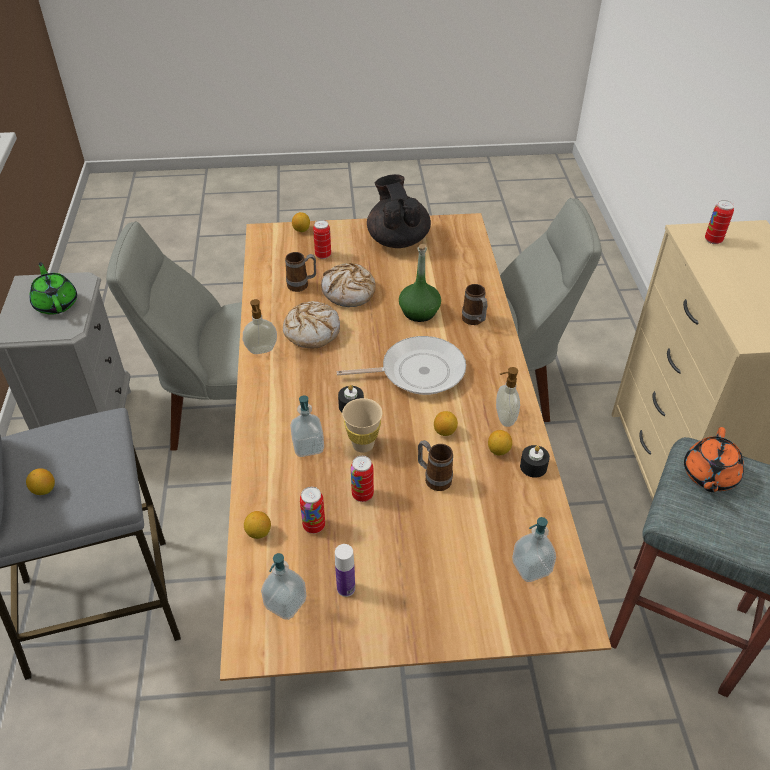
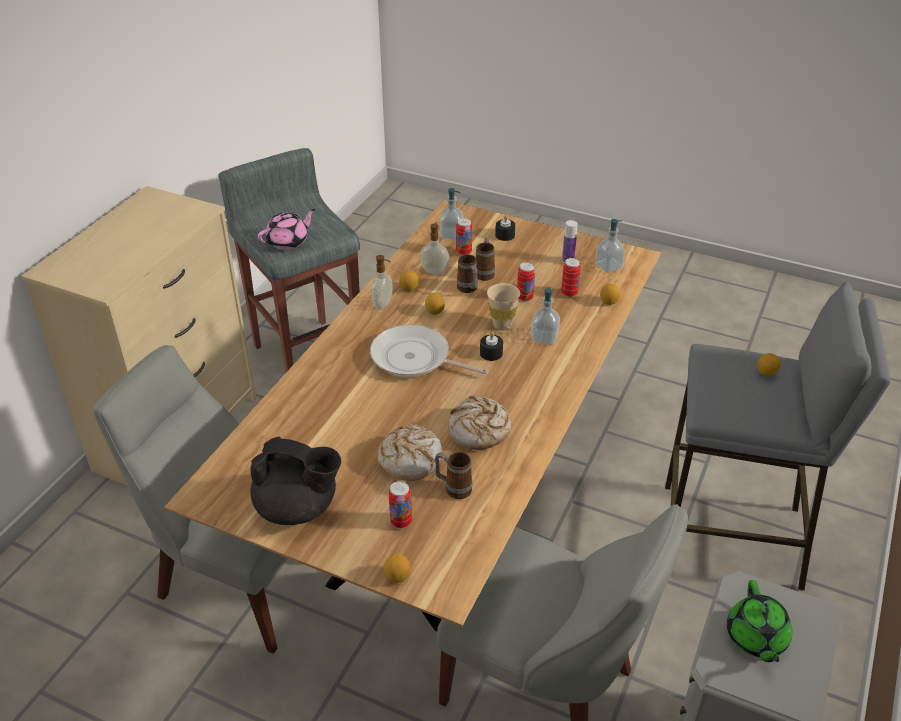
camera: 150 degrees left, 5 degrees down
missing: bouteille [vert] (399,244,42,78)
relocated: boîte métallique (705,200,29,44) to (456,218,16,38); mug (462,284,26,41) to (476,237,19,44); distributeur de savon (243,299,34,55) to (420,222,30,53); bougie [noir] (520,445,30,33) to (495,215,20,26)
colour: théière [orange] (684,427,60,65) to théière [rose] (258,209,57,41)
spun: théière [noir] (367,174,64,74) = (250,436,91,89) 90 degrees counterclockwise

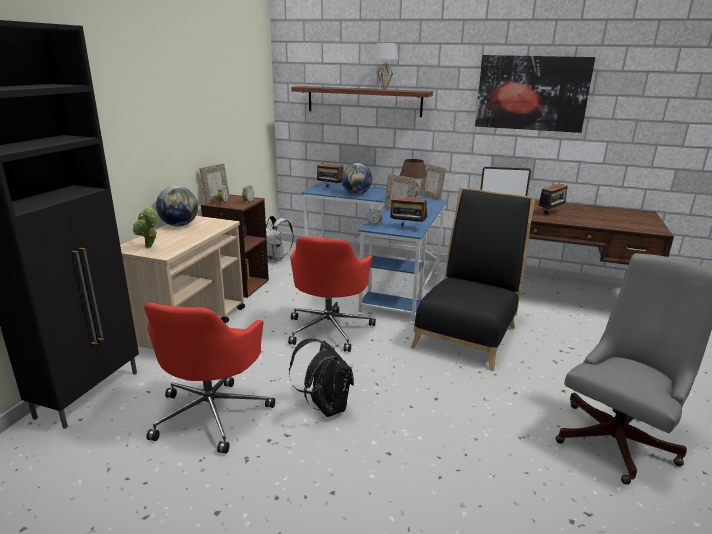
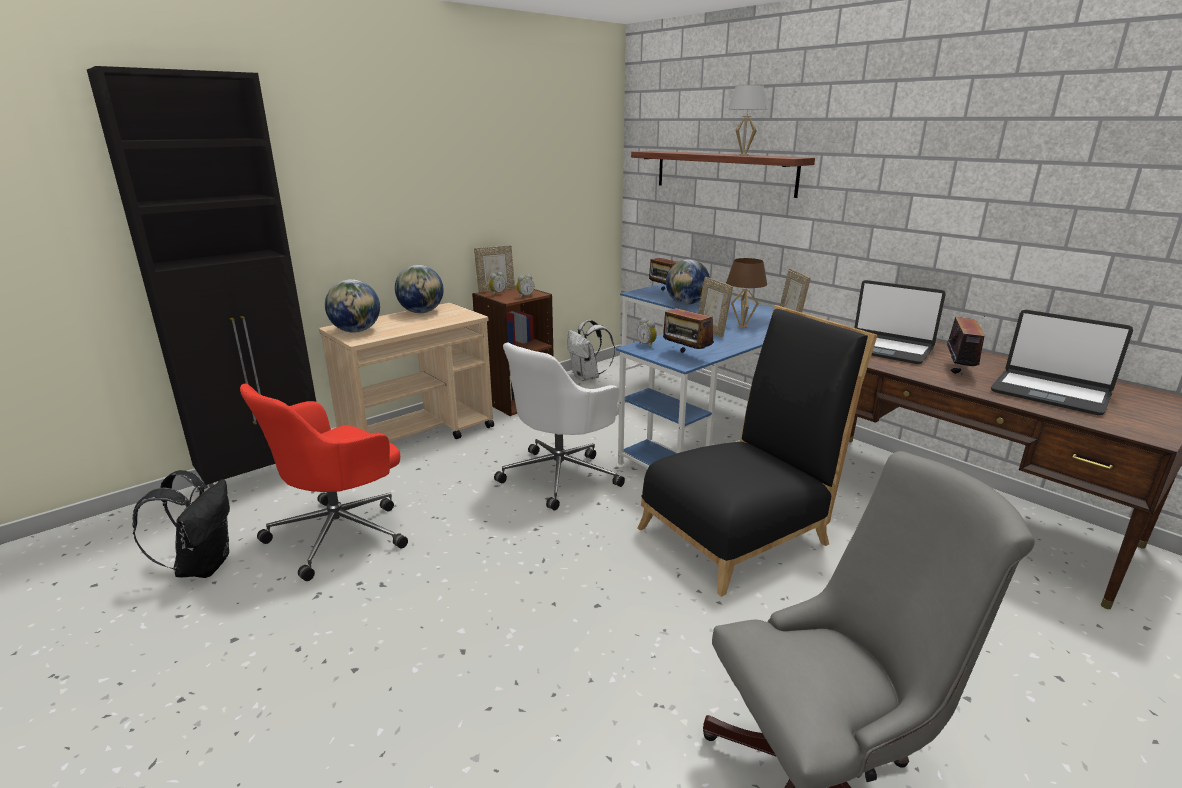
camera: 30 degrees right, 0 degrees up
missing: tableau (475,55,120,78)
appeared: ordinateur portable (991,310,142,105)
relocated: sac à dos [noir] (289,339,65,78) to (132,470,98,108)
exchanged: plante en pot (133,206,24,42) to globe (325,279,55,54)
colour: chaise de bureau [rouge] (288,236,88,116) to chaise de bureau [blanc] (494,342,131,168)
spun: radio (539,183,28,31) = (947,316,44,58) 60 degrees counterclockwise

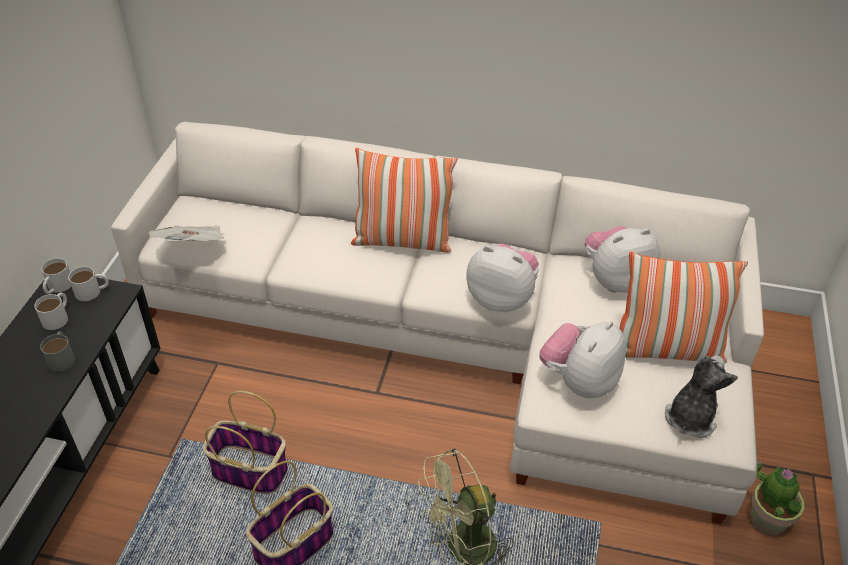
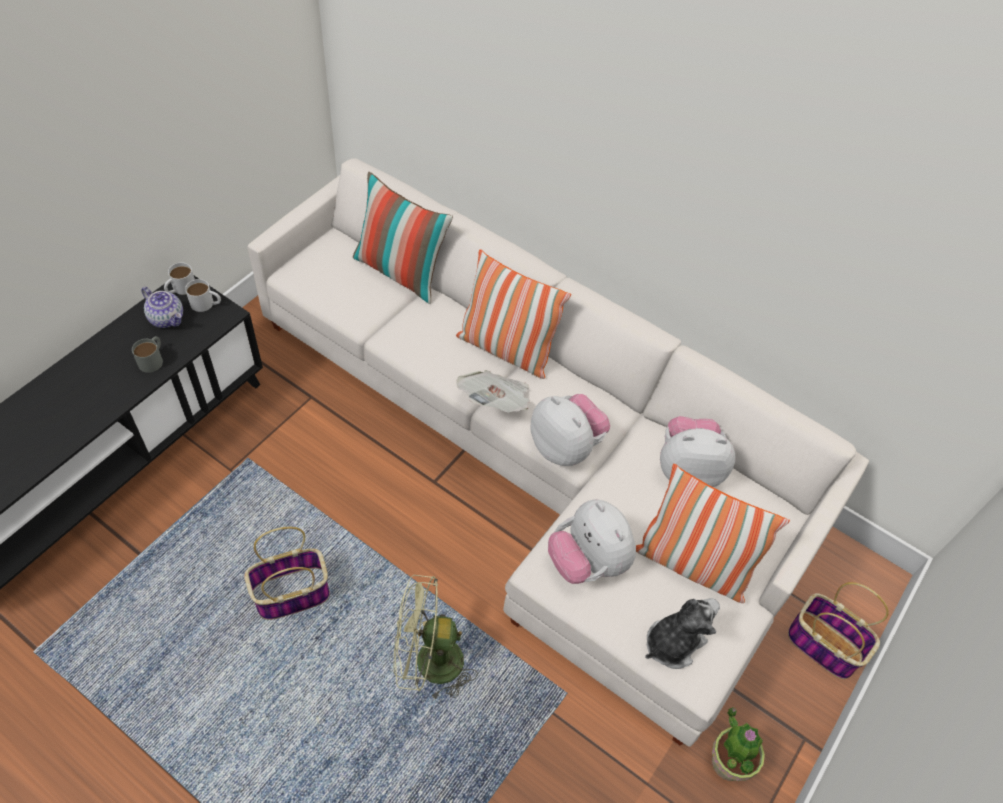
camera: 20 degrees right, 10 degrees up
appeared: coussin (353,172,100,132)
relocated: journal (149,225,76,16) to (456,370,74,43); panier (203,391,85,103) to (788,582,101,97)
exchanged: mug [blanc] (34,293,34,37) to théière (141,287,42,41)
spun: peluche (539,321,88,77) = (548,499,88,85) 90 degrees counterclockwise

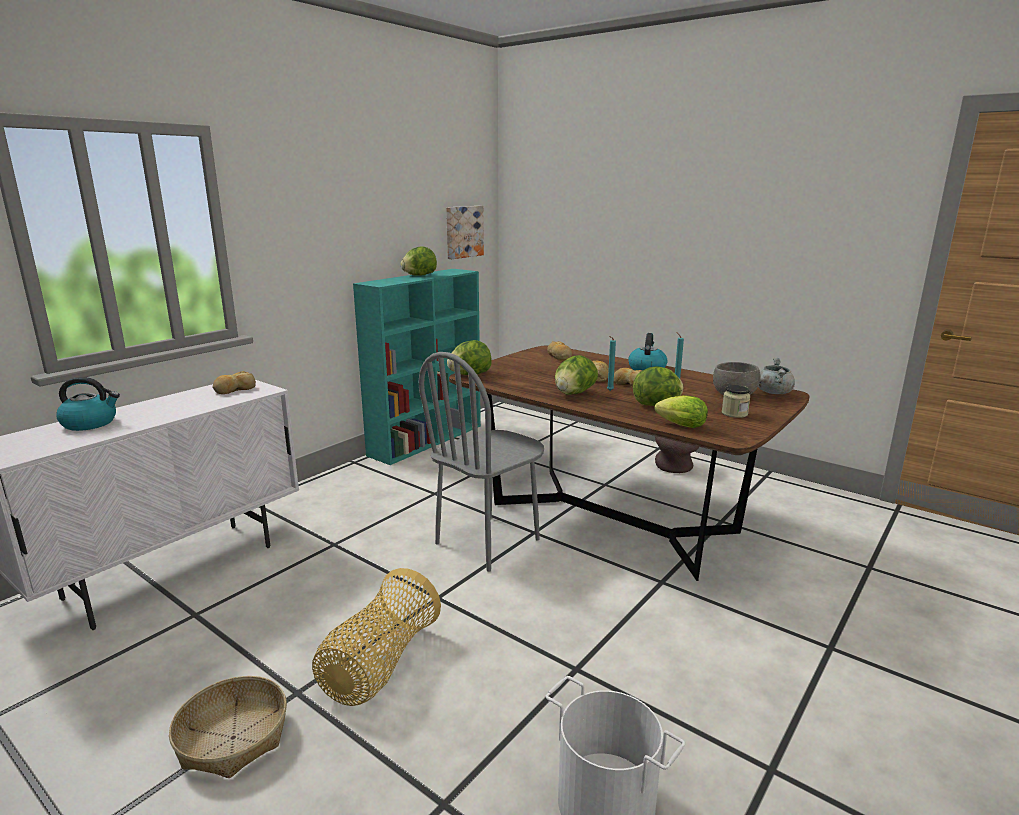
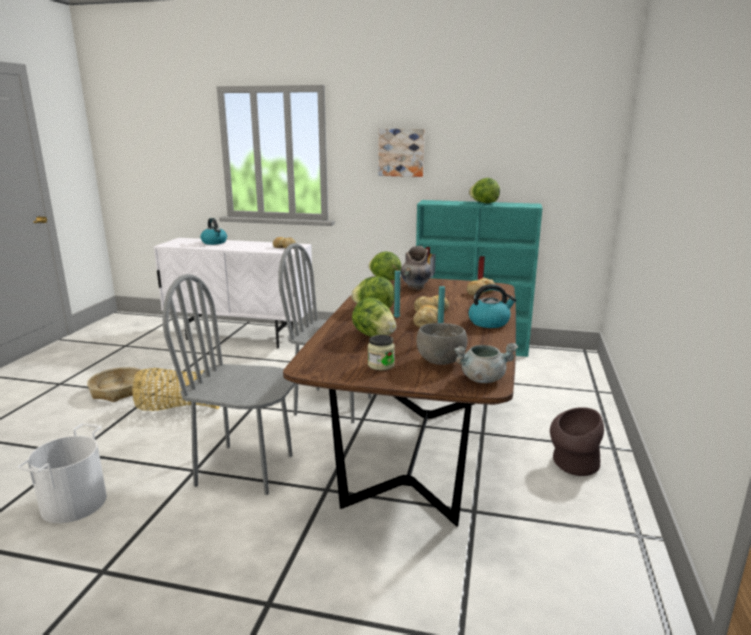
camera: 65 degrees right, 0 degrees up
missing: laitue (654,395,54,33)
appeared: vase [gris] (401,246,31,44); chaise [gris] (162,274,133,221)
relocated: tableau (446,206,38,53) to (378,129,47,48)

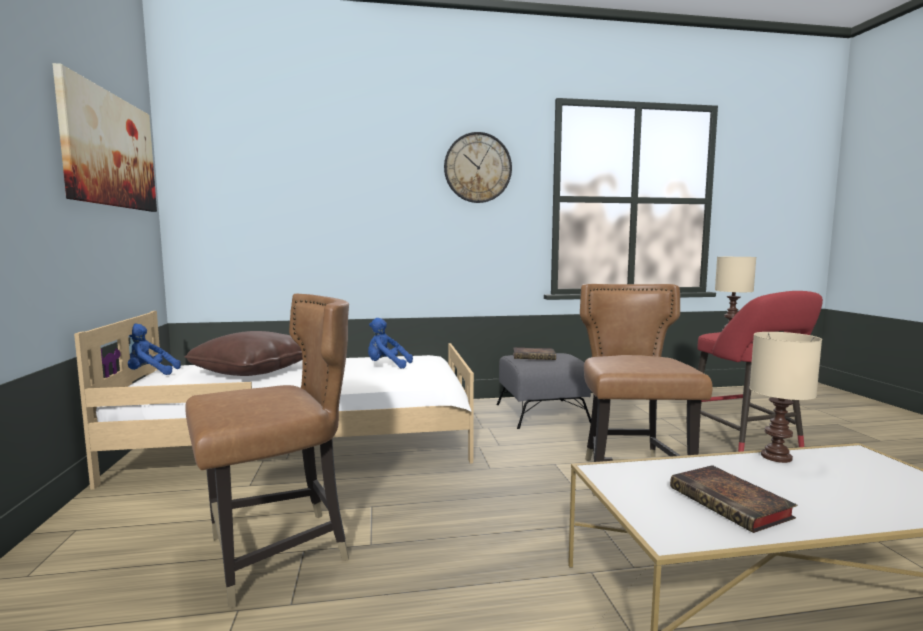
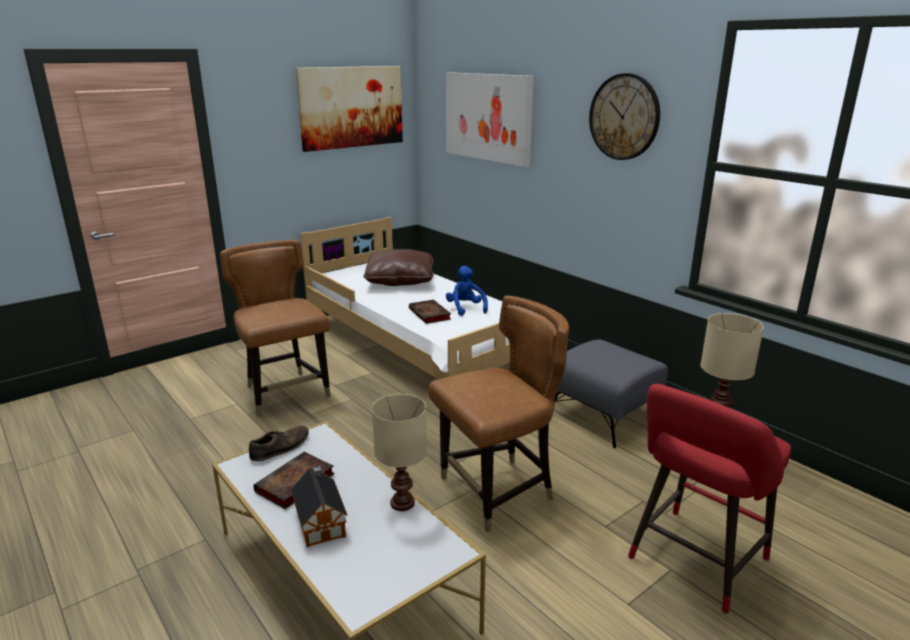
camera: 60 degrees right, 15 degrees up
missing: peluche [bleu] (128,324,53,51)
appeared: tableau (446,72,88,95); chaussure [marron] (249,426,60,35); maison miniature (291,466,57,81)
relocated: livre (513,348,43,12) to (409,300,42,24)
spun: chaise [marron] (185,294,164,315) = (220,240,111,176) 150 degrees counterclockwise

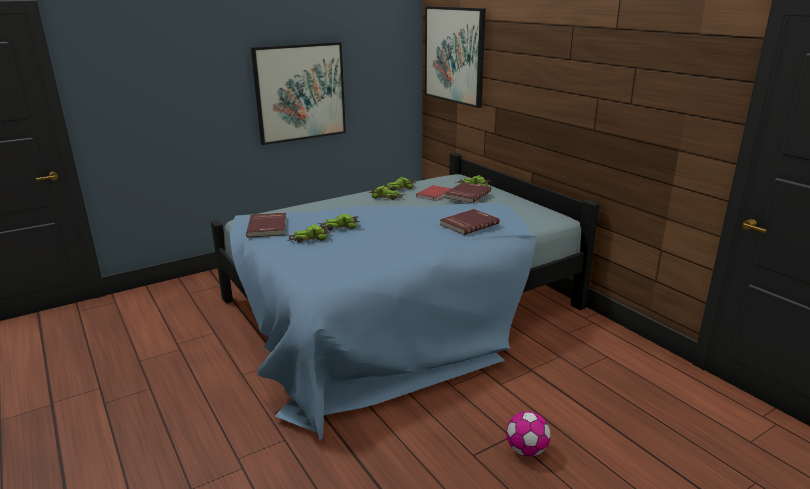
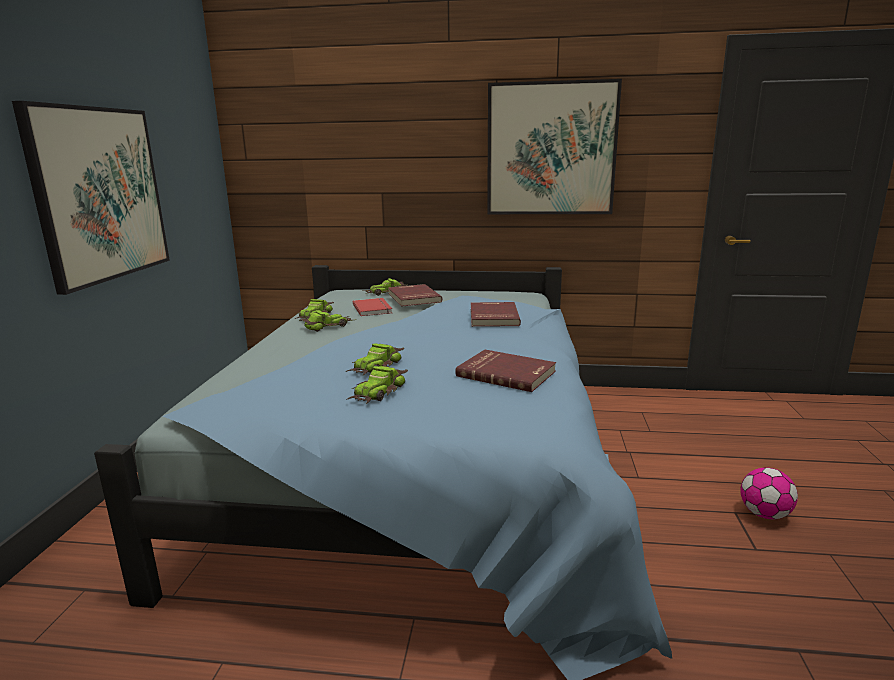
camera: 50 degrees left, 5 degrees down
relocated: tableau (425,6,61,102) to (487,79,135,135); livre [rouge] (246,213,40,24) to (455,350,101,42)

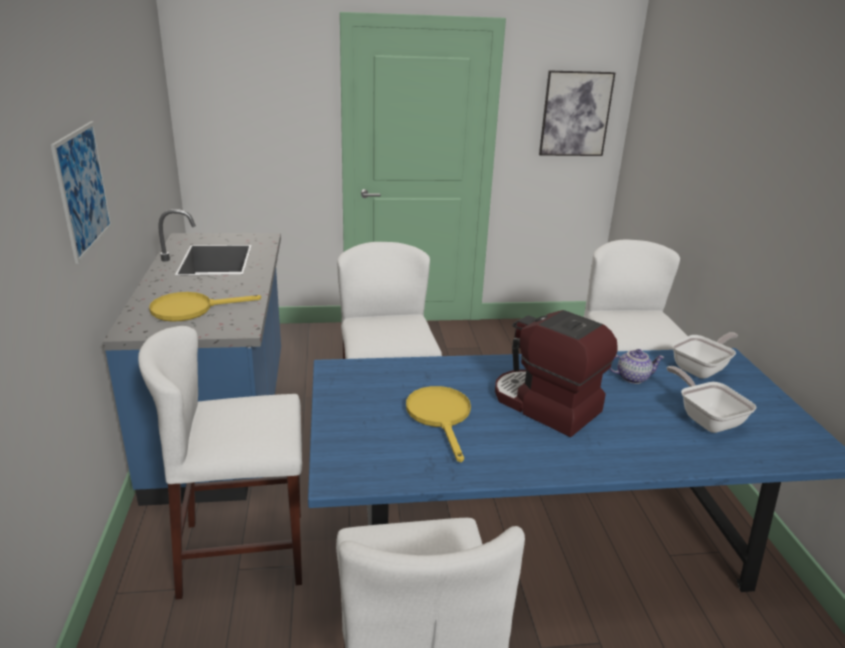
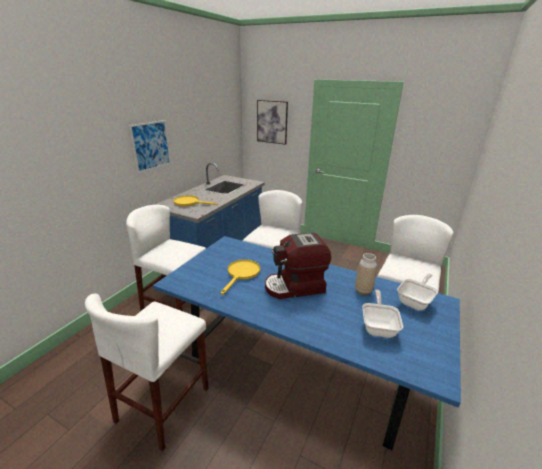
camera: 35 degrees right, 0 degrees up
relocated: tableau (539,71,76,85) to (257,100,31,45)
exchanged: théière (610,349,55,35) to vase (355,253,22,42)
spun: machine à café (495,310,122,127) = (265,232,66,67) 90 degrees counterclockwise; poêle (672,332,66,47) = (397,274,41,36) 45 degrees counterclockwise

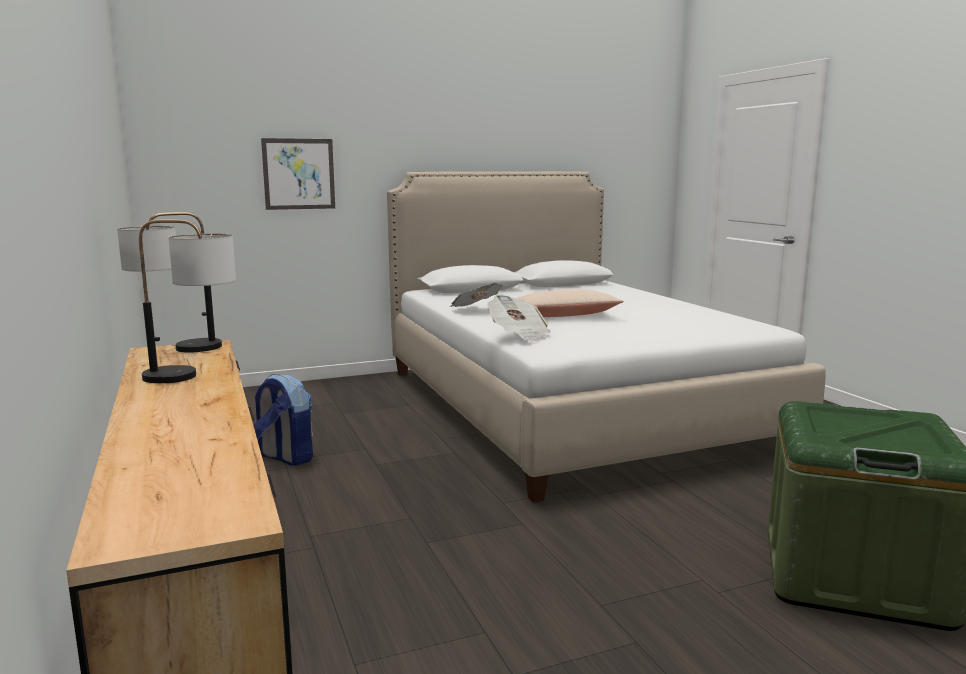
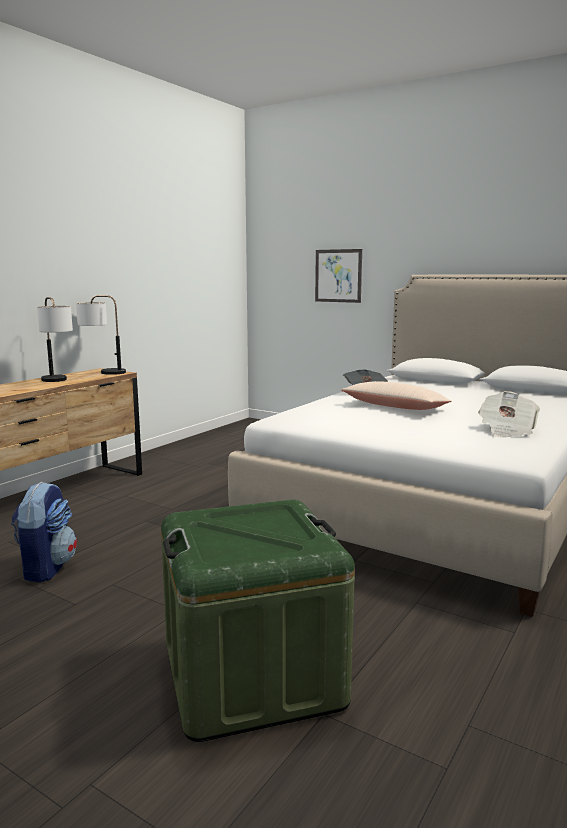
camera: 55 degrees right, 0 degrees up
relocated: journal (487,294,64,48) to (478,391,62,47); sac à dos (253,374,60,92) to (11,482,66,101)

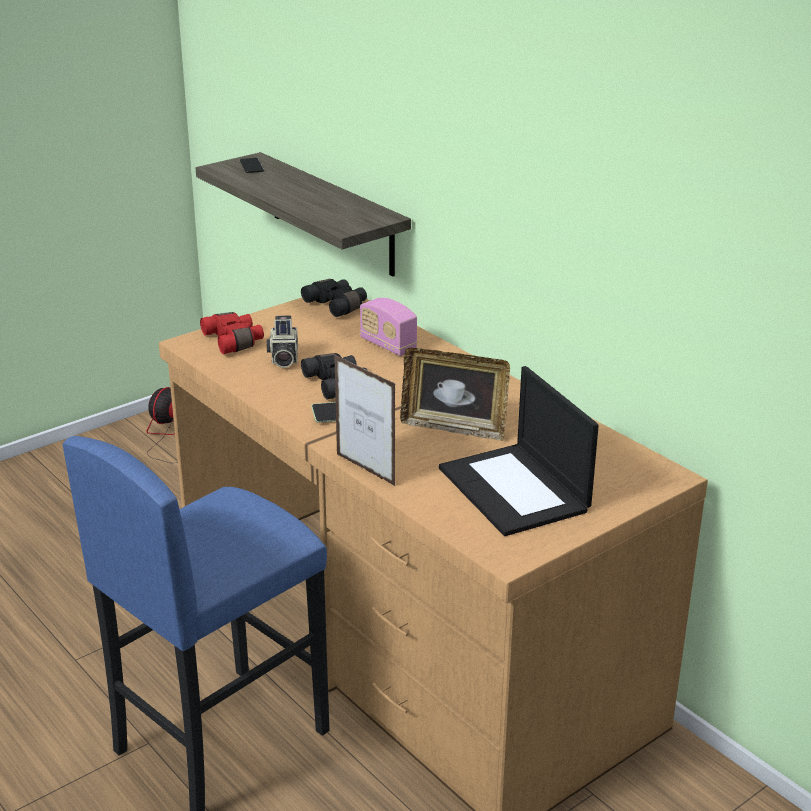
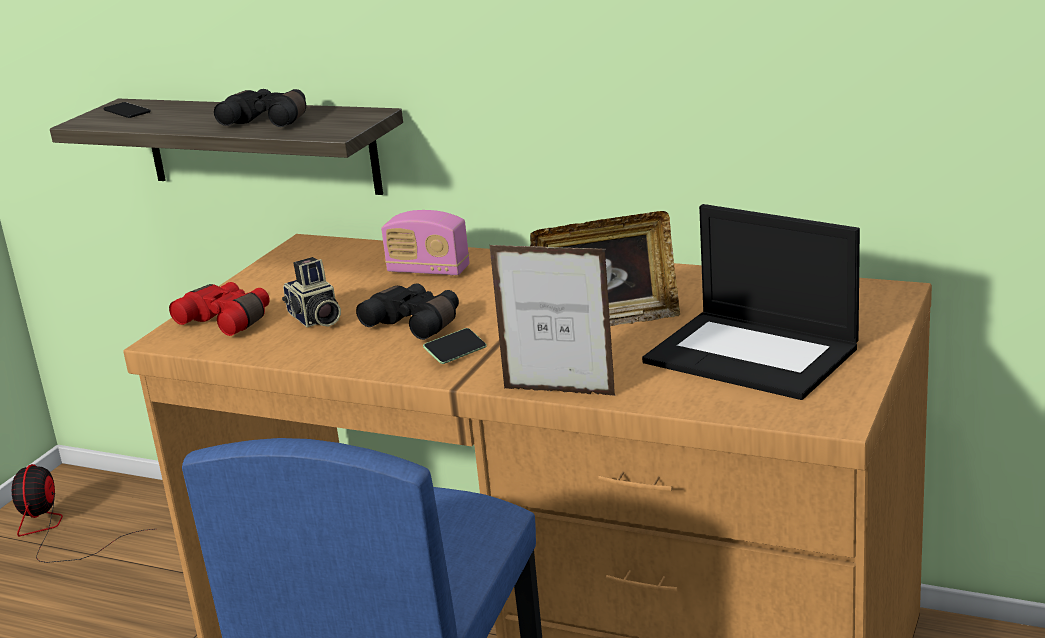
camera: 25 degrees left, 5 degrees down
relocated: jumelles [noir] (301,279,66,38) to (214,89,92,38)

